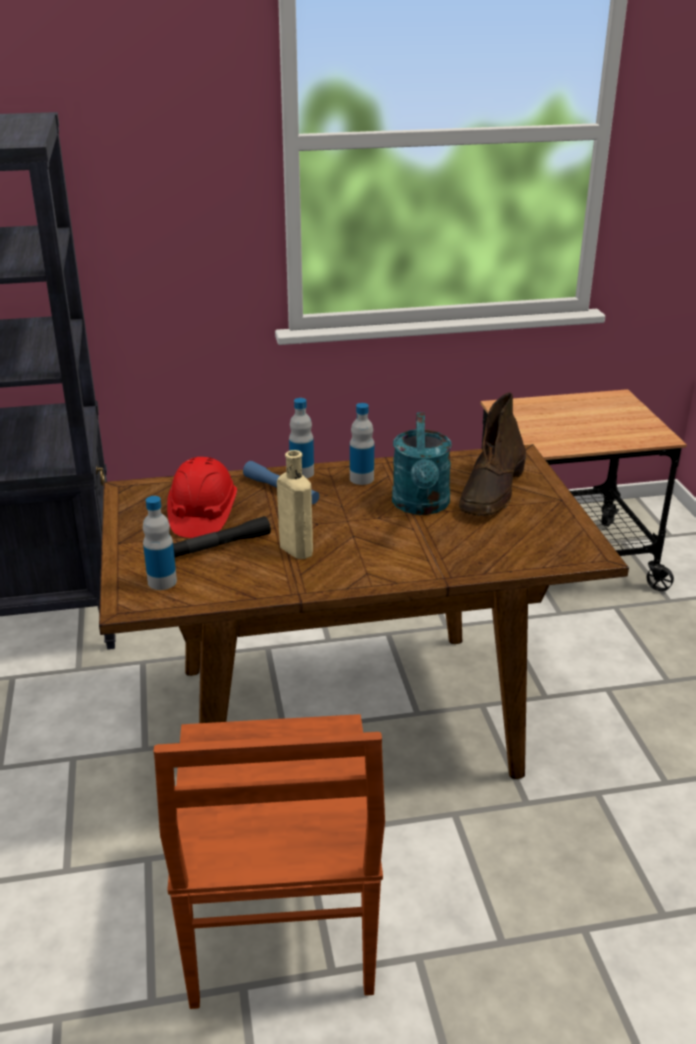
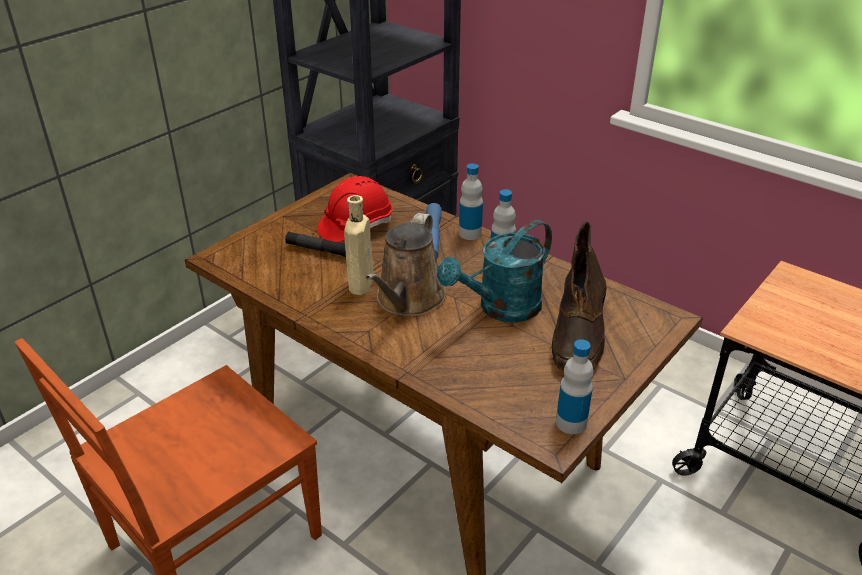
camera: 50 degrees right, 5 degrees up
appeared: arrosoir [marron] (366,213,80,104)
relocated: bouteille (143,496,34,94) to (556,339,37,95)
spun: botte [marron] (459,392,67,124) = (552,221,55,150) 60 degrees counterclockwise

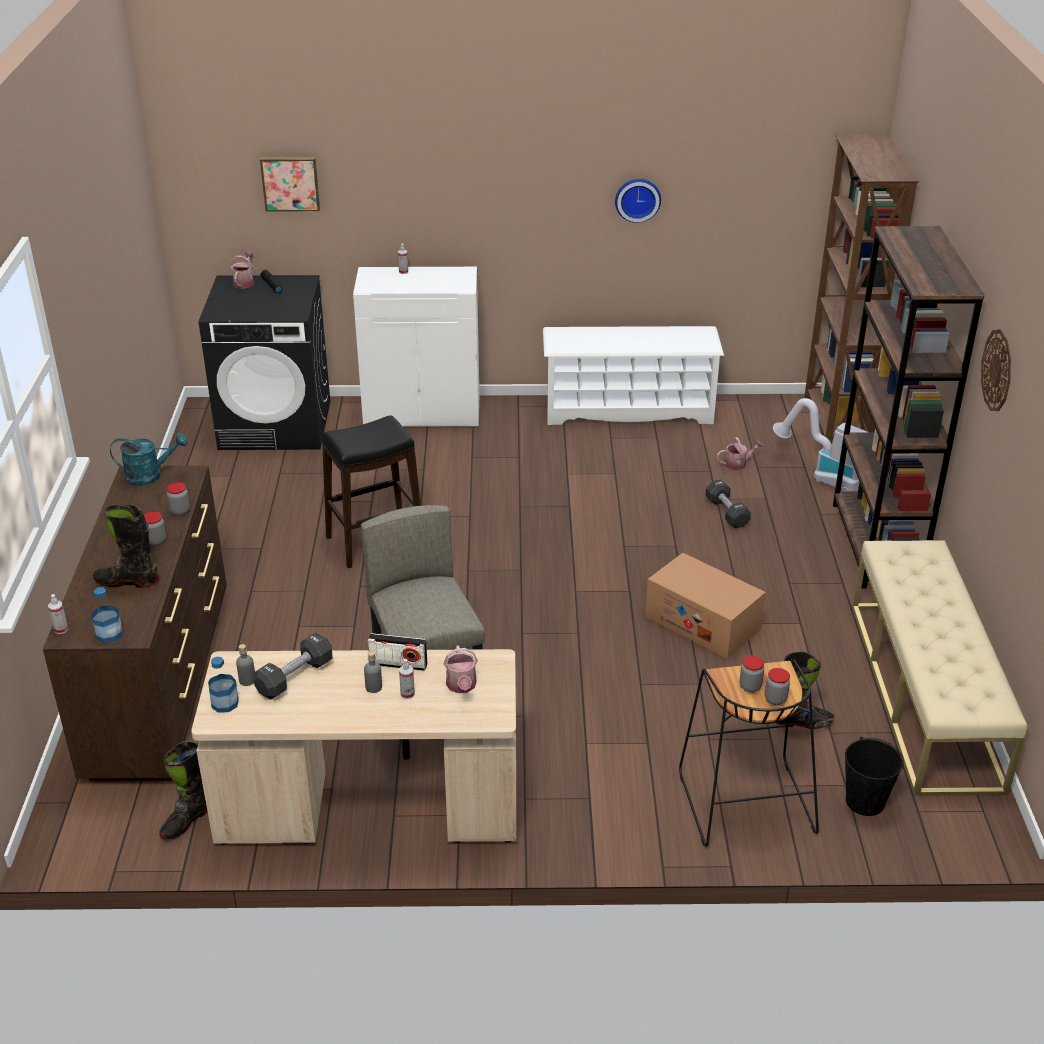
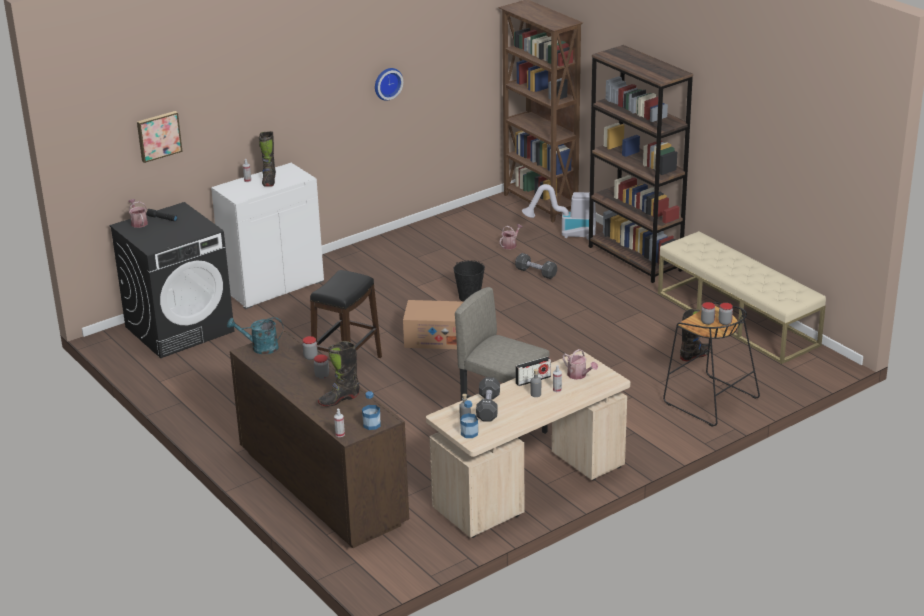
camera: 35 degrees left, 5 degrees down
missing: étagère à chaussures [blanc] (543,326,181,99); horloge murale (981,329,30,82)
relocated: carton (645,553,121,106) to (403,300,60,49); seau [noir] (845,737,59,79) to (454,260,31,42); botte [noir] (159,741,49,98) to (259,131,17,56)
spun: arrosoir [turquoise] (110,433,78,53) = (227,317,56,37) 135 degrees counterclockwise

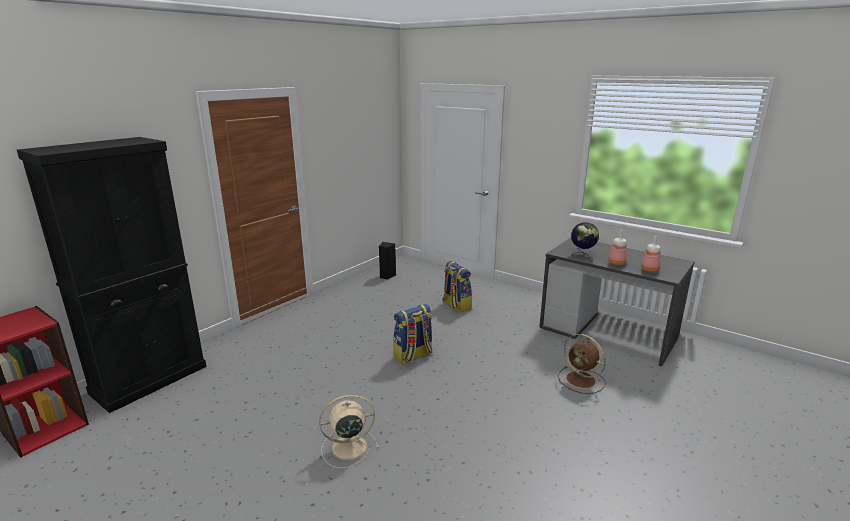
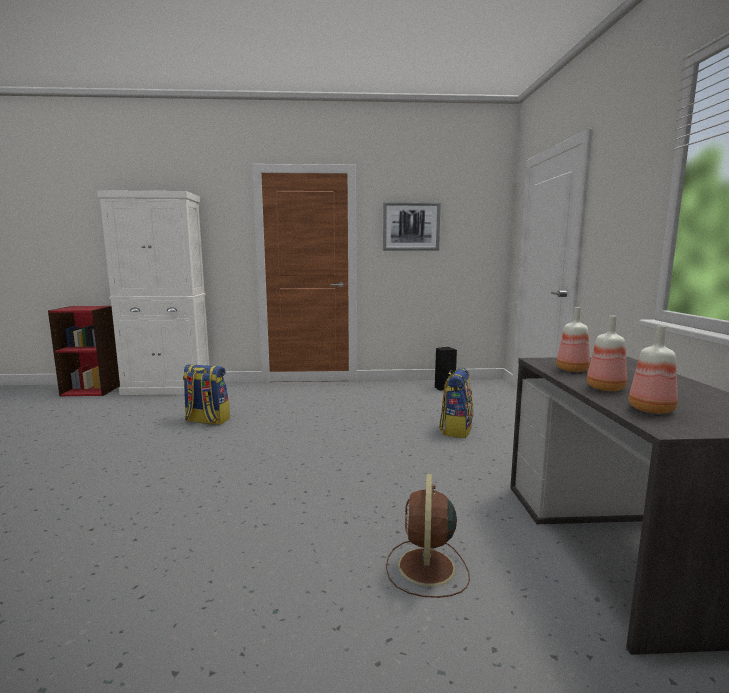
camera: 50 degrees right, 10 degrees down
missing: ventilateur [beige] (319,395,60,73)
appeared: tableau (383,202,58,48)
relocated: sac à dos (393,304,40,60) to (183,364,47,61)
exchanged: globe (571,222,28,35) to bouteille (556,307,34,65)
colour: meuble de rangement [noir] (17,137,190,276) to meuble de rangement [blanc] (97,190,112,205)

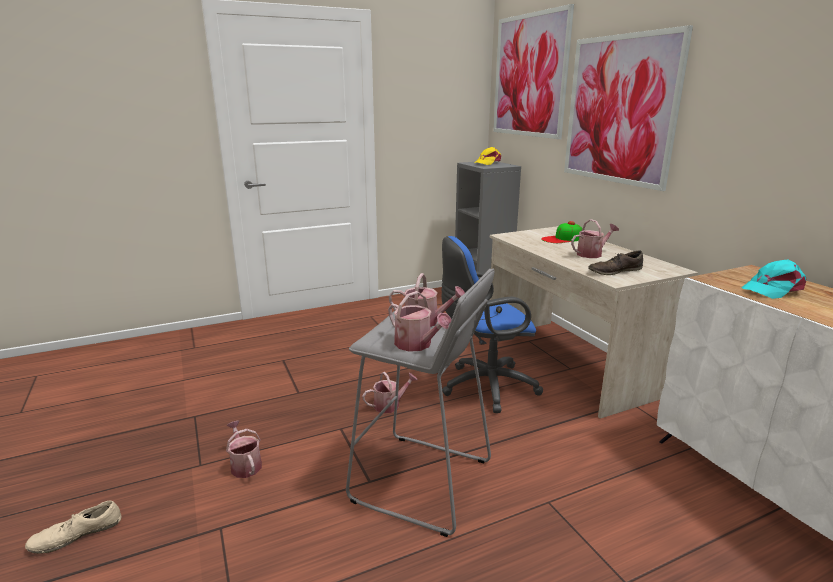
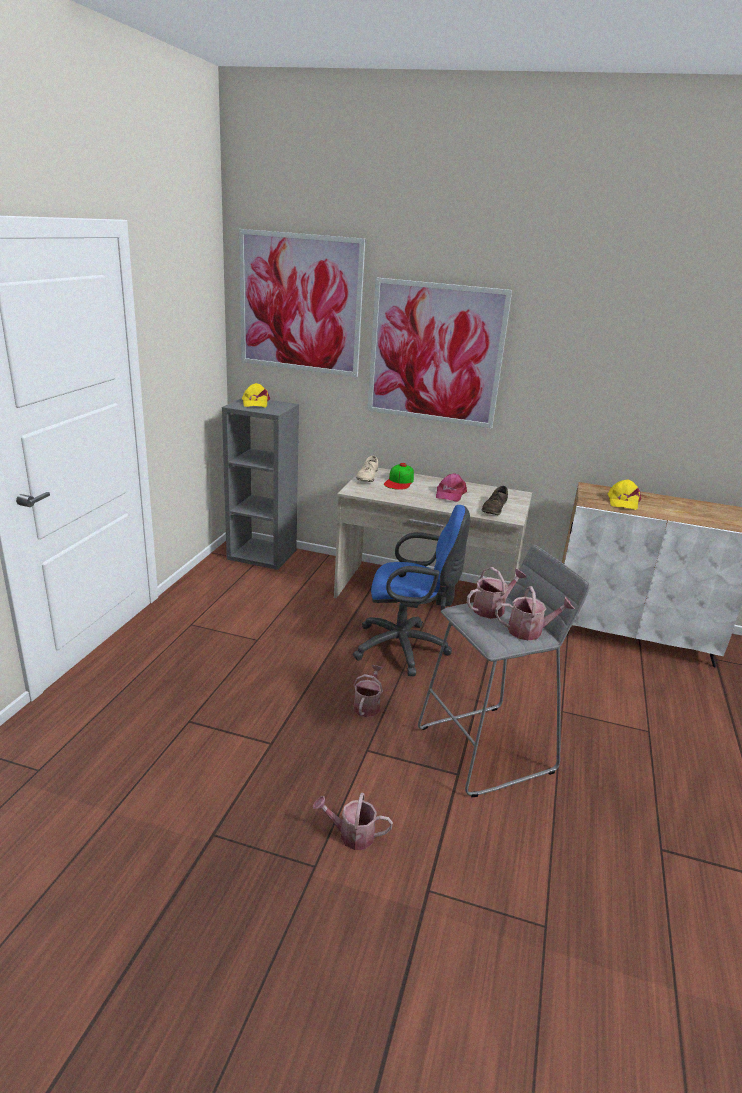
camera: 50 degrees left, 5 degrees up
relocated: chaussure [beige] (25,501,97,53) to (356,455,22,27)
exchanged: arrosoir (571,219,48,39) to casquette [rose] (436,473,31,29)
colour: casquette [turquoise] (742,260,64,39) to casquette [jaune] (608,479,33,31)
spun: chaise de bureau [bleu] (441,236,102,177) = (353,505,117,171) 105 degrees counterclockwise

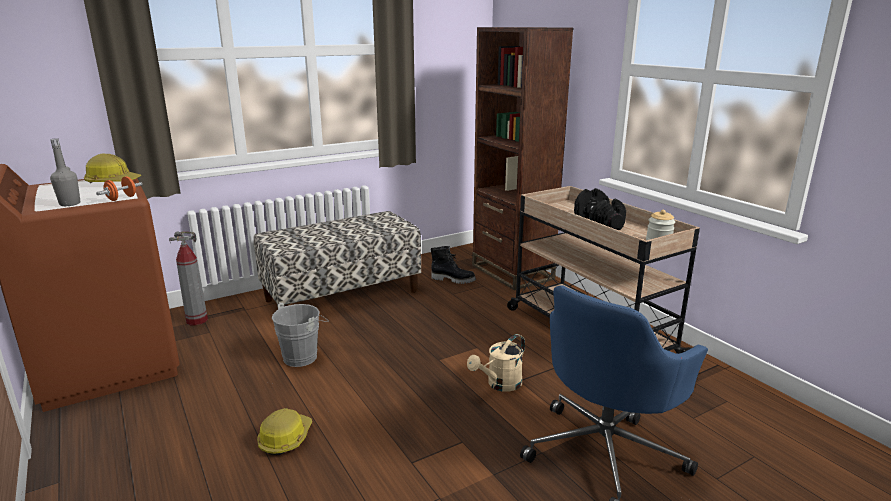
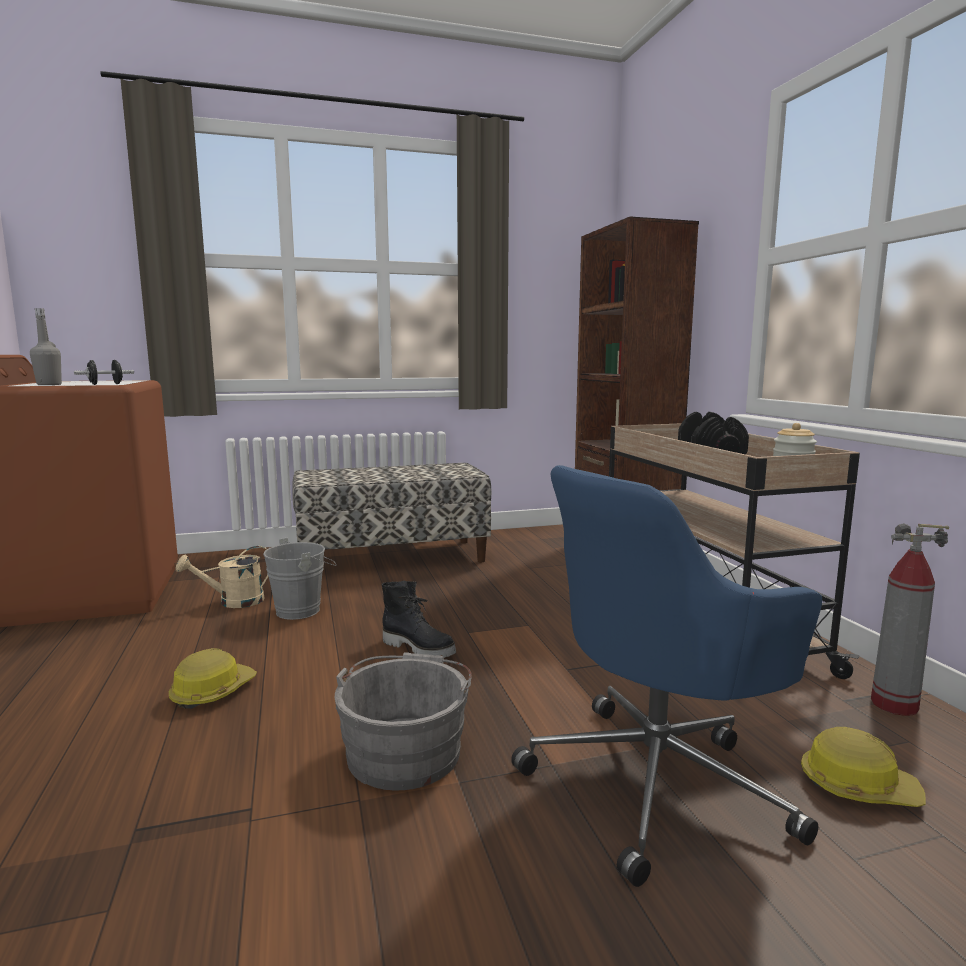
camera: 15 degrees right, 10 degrees down
appeared: seau [gris] (335,653,137,137)
relocated: casque de chantier (84,154,58,29) to (801,727,125,80); extincteur (169,231,39,94) to (871,523,78,193); botte [noir] (431,246,45,38) to (382,580,74,78); arrosoir [beige] (467,334,58,58) to (176,546,92,62)
colour: haltère [orange] (96,176,47,25) to haltère [noir] (74,360,60,25)

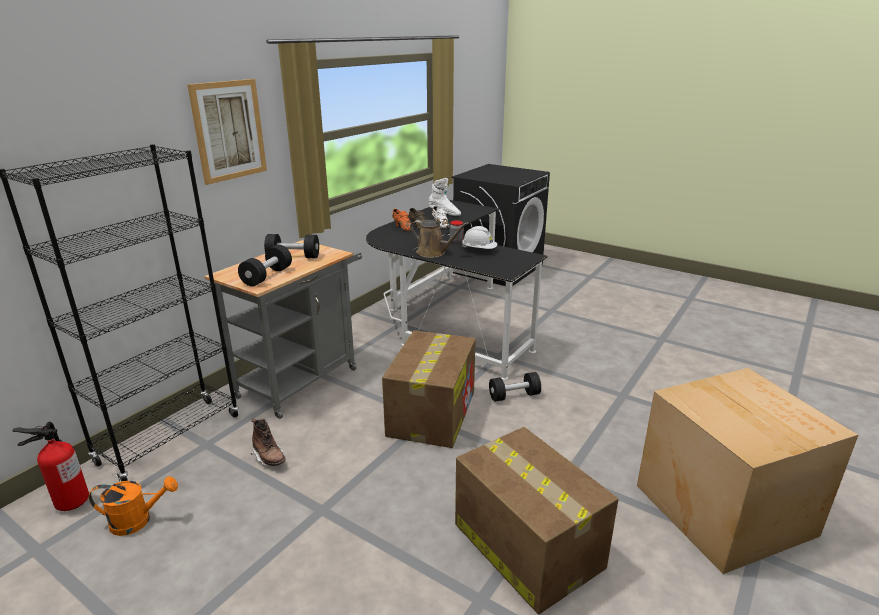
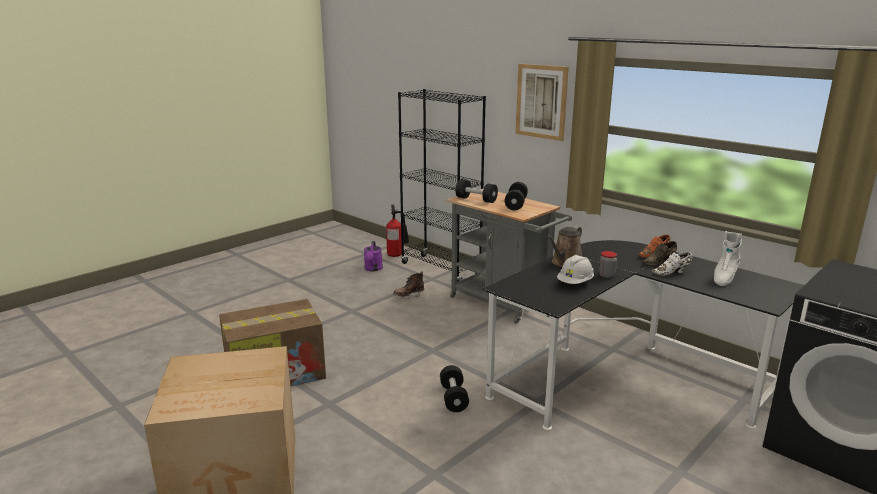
camera: 100 degrees right, 5 degrees down
missing: carton (382,330,94,118)
colour: arrosoir [orange] (89,476,89,60) to arrosoir [violet] (364,241,19,31)

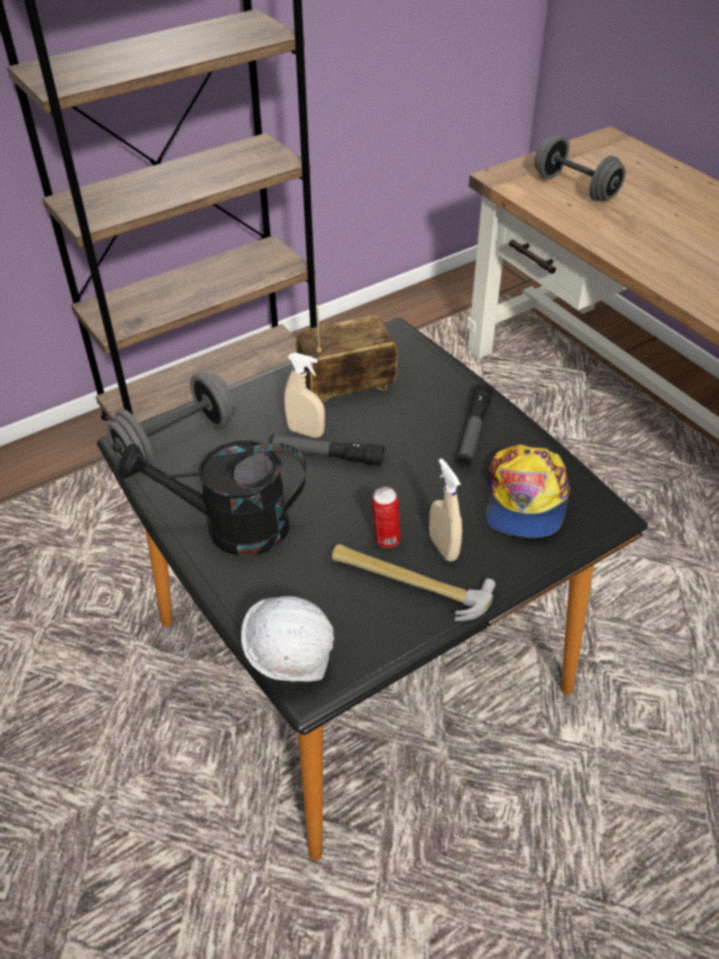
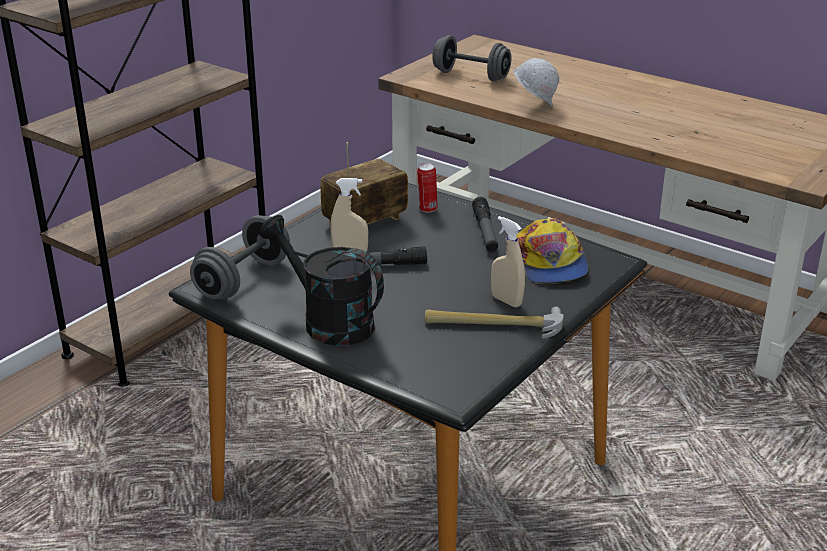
camera: 20 degrees left, 15 degrees down
relocated: boîte métallique (372,487,29,61) to (417,163,21,50); casque de chantier [blanc] (241,596,93,86) to (514,58,46,50)
spun: arrosoir [noir] (118,440,188,116) = (260,215,124,131) 60 degrees clockwise

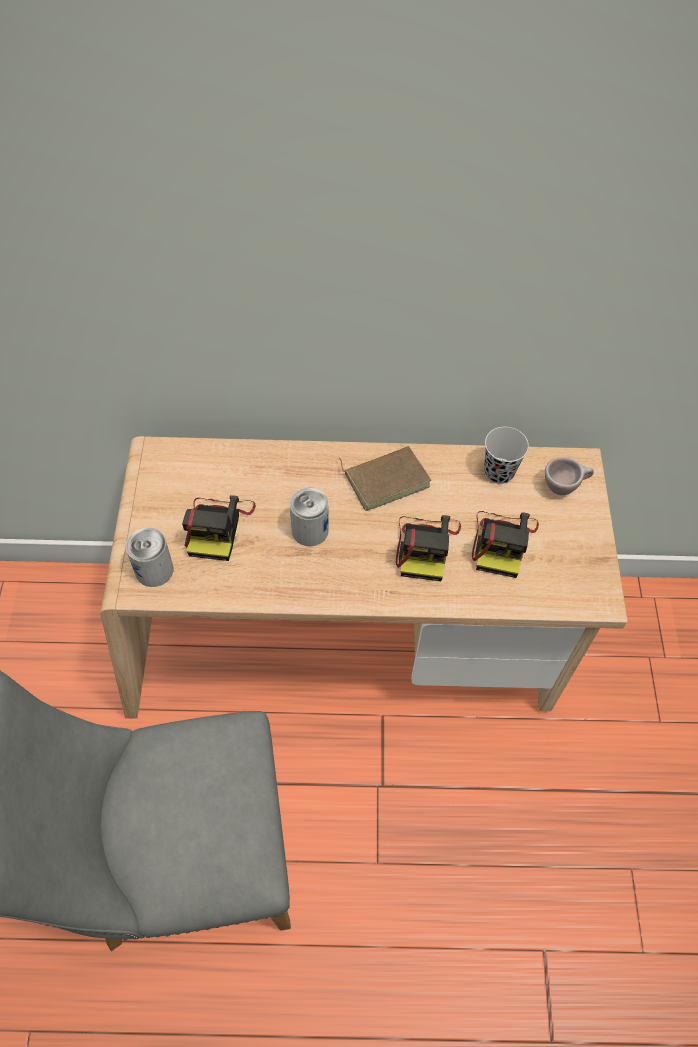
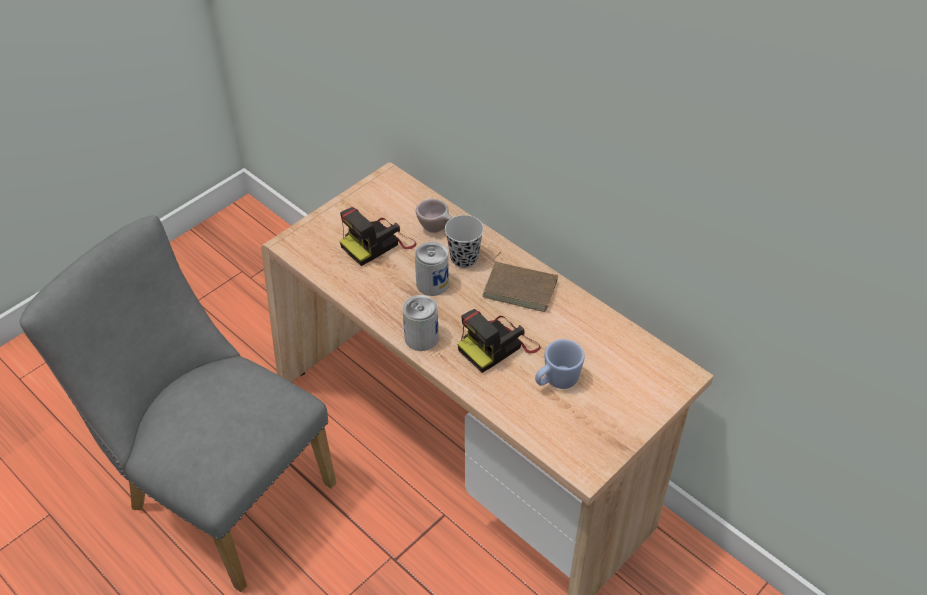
camera: 45 degrees right, 10 degrees down
relocated: tasse [noir] (484,427,45,57) to (445,215,39,53); tasse [beige] (544,457,50,38) to (416,199,36,34); boîte métallique (126,527,48,60) to (402,295,37,56)
exchanged: appareil photo (472,511,67,67) to mug [bleu] (535,339,50,50)

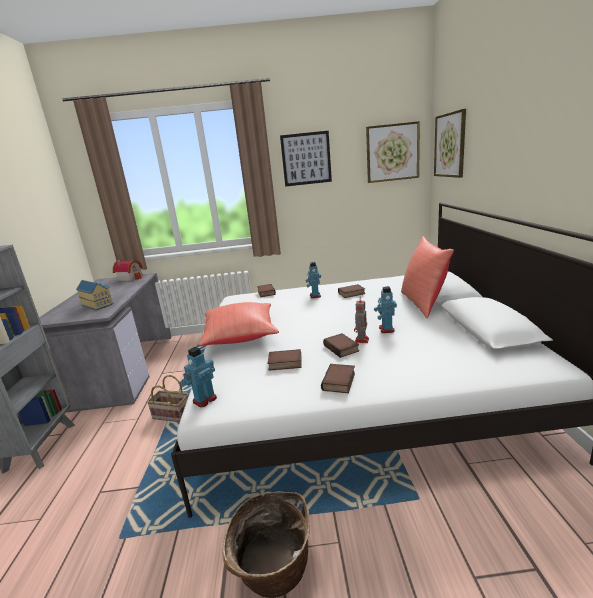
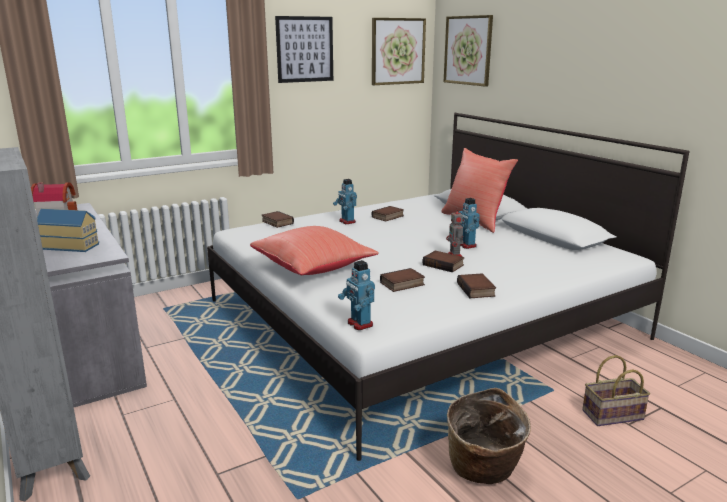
camera: 30 degrees left, 0 degrees up
relocated: panier (147,375,42,47) to (582,355,68,71)
spun: robot jouet (179,347,38,61) = (338,260,37,70) 45 degrees counterclockwise

